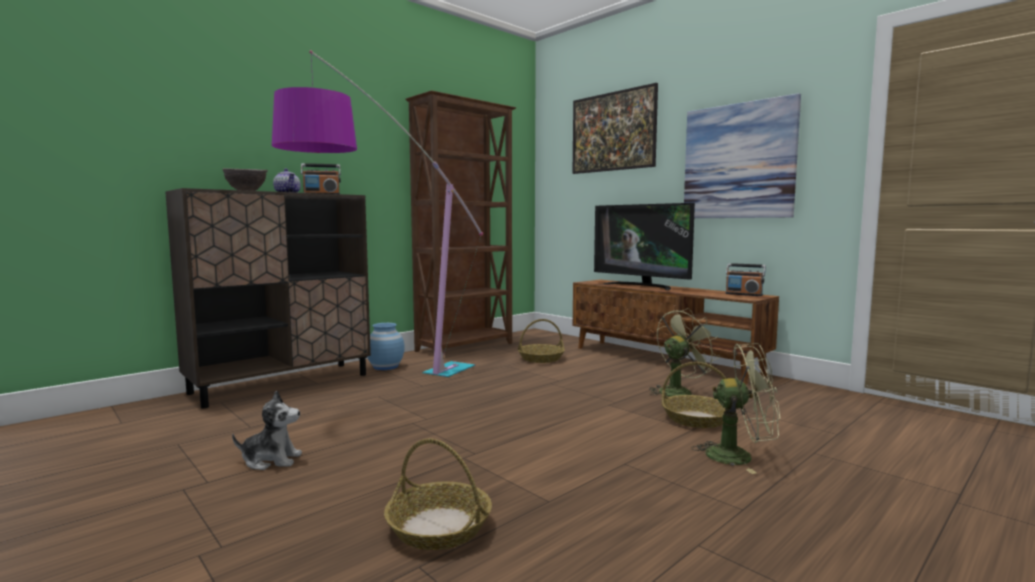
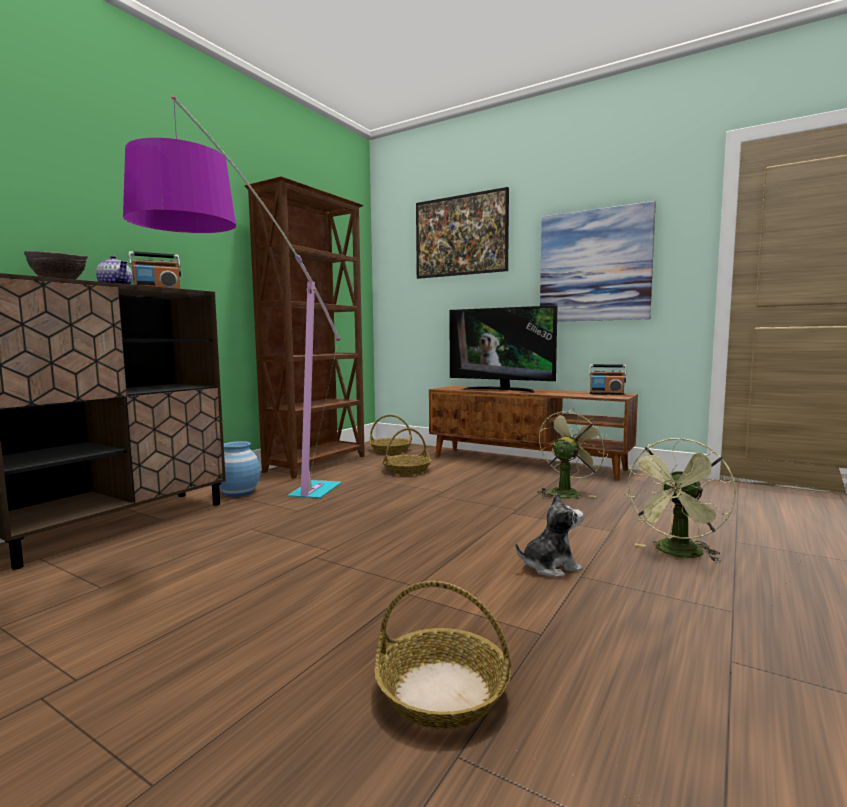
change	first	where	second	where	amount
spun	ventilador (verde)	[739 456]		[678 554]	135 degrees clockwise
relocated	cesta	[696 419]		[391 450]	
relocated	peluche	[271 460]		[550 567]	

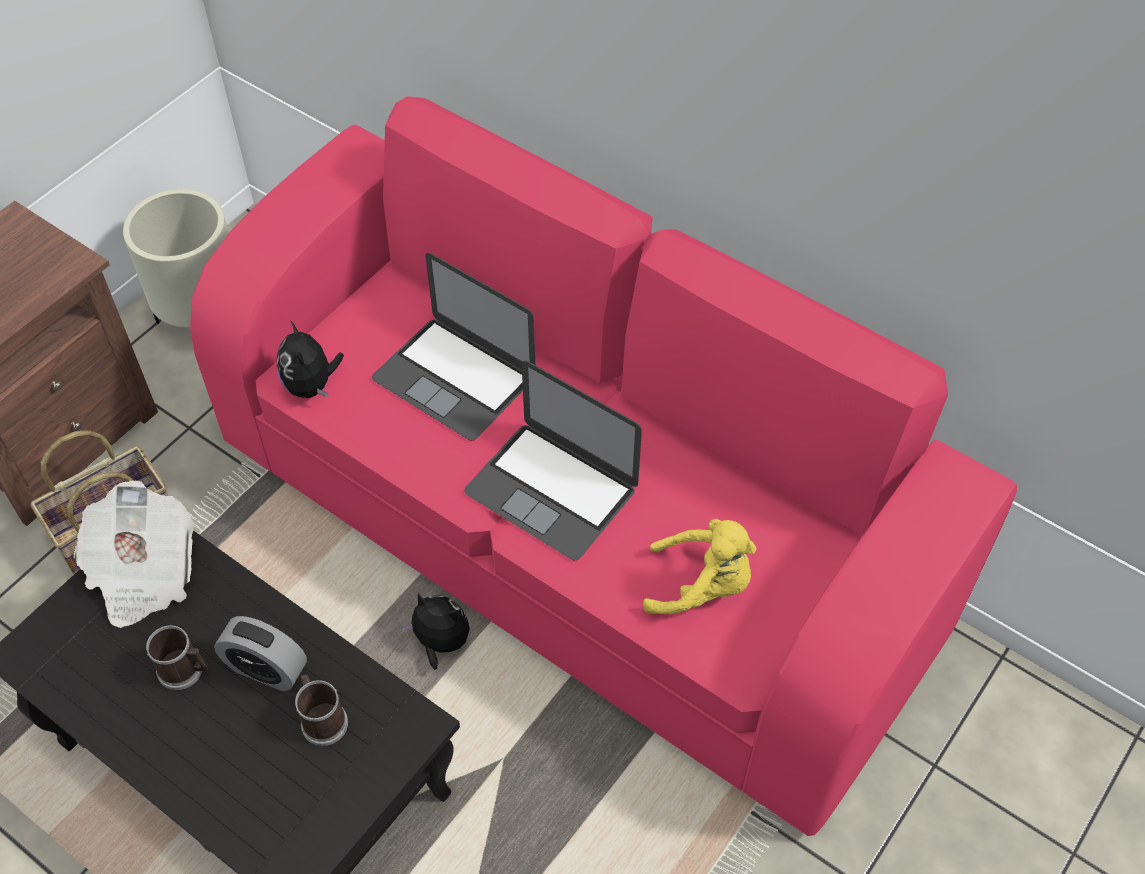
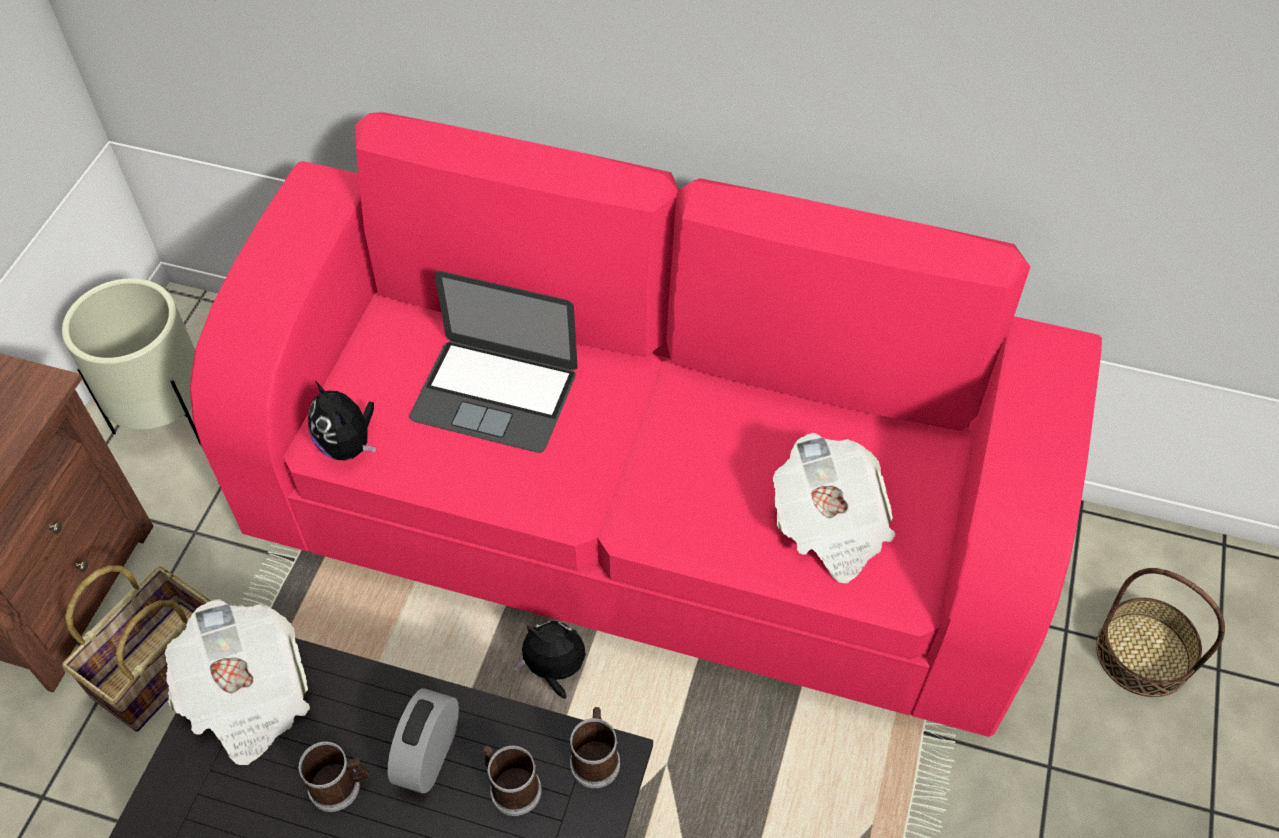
change	first	where	second	where	amount
missing	portátil	[551 490]			
exchanged	peluche (amarillo)	[702 586]	periódico	[830 526]	
spun	despertador	[266 669]		[429 754]	105 degrees clockwise
appeared			cesta	[1143 654]	
appeared			taza grande	[595 757]	

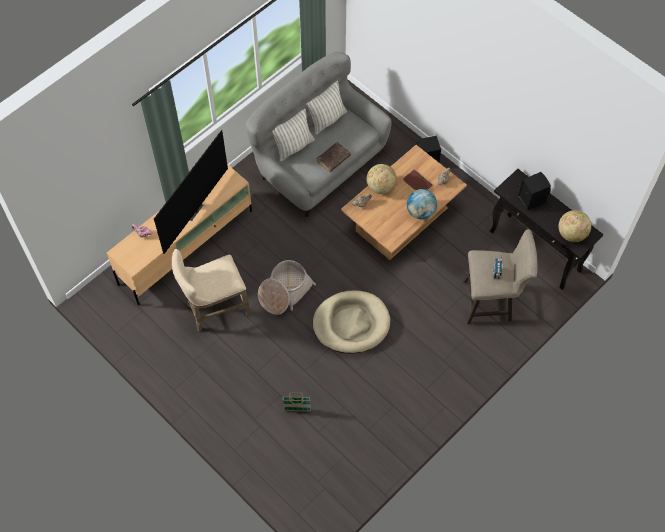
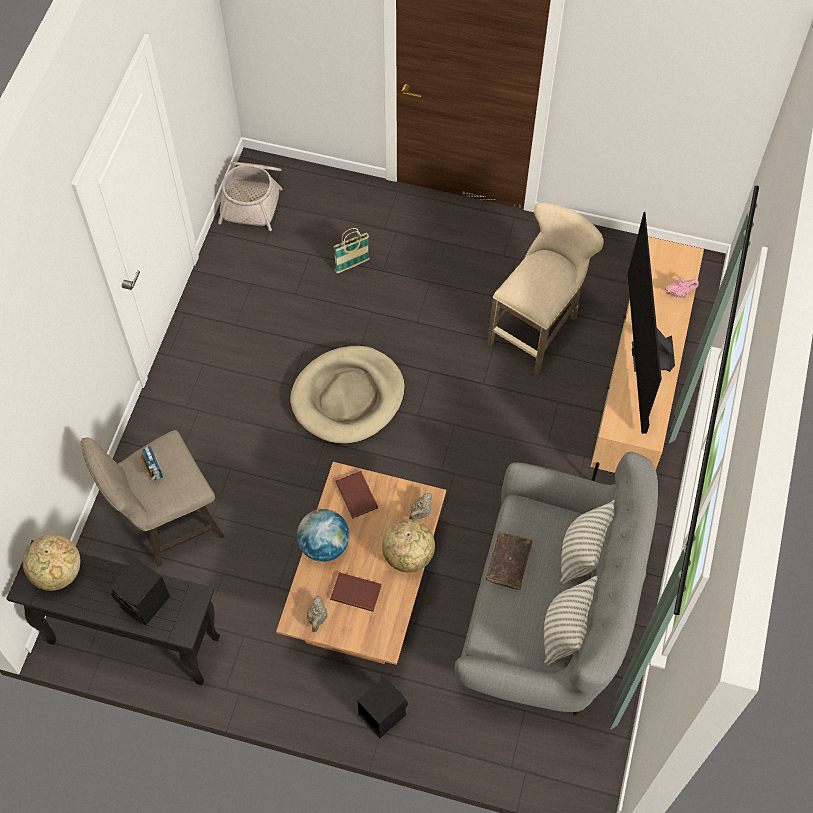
change	first	where	second	where	amount
relocated	cesta	[284 292]		[253 198]	
appeared			libro (marrón)	[355 496]	

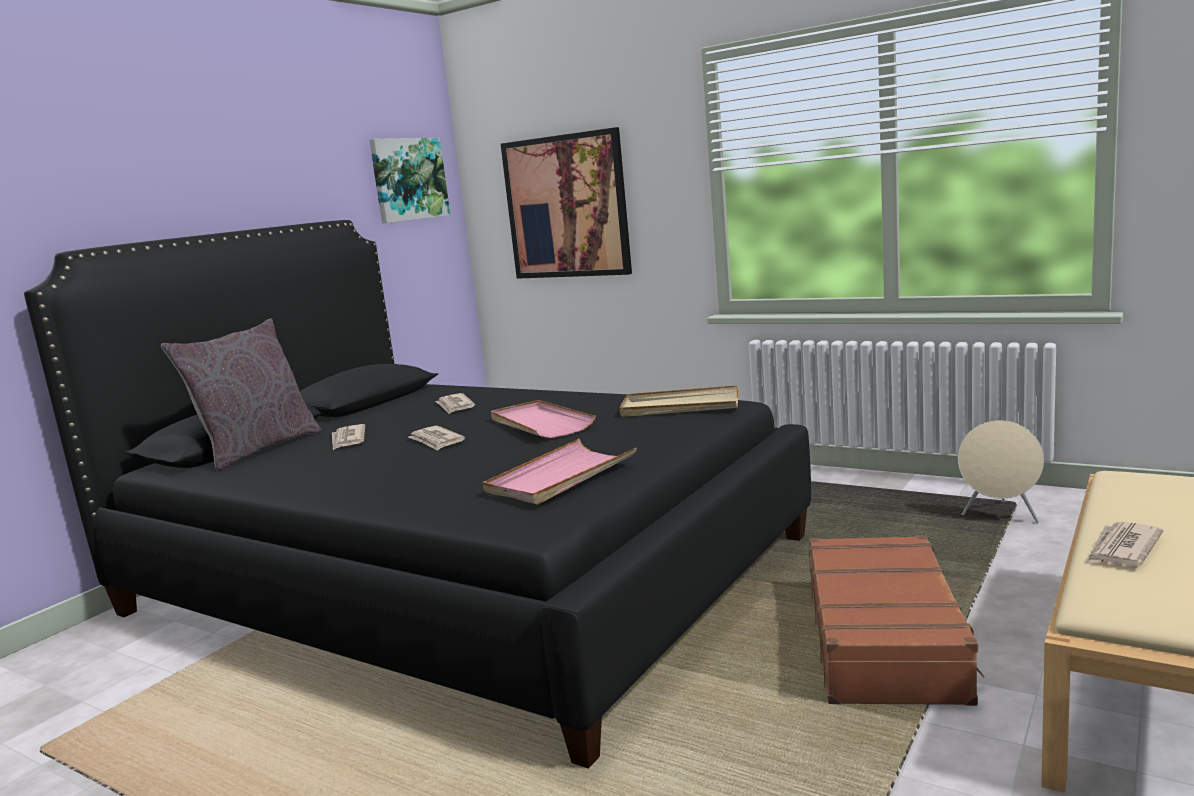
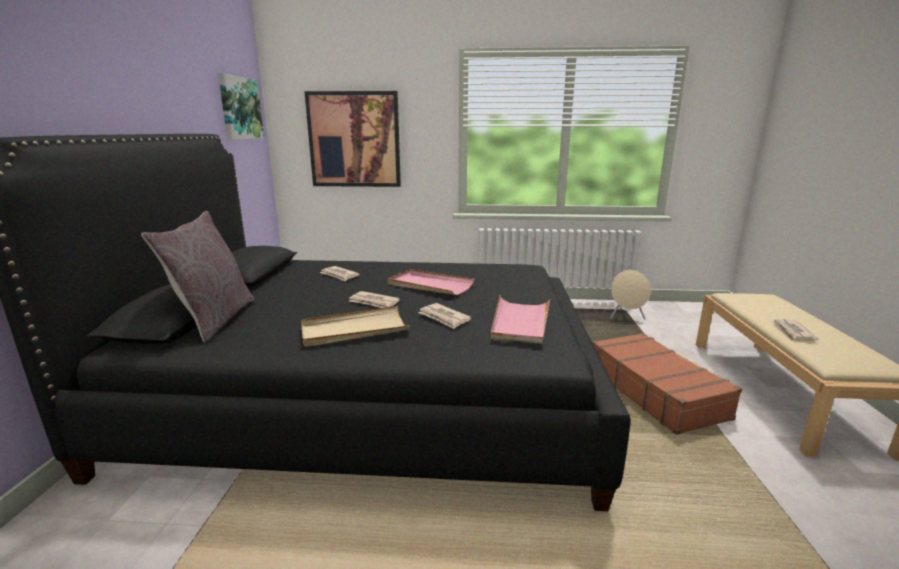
change	first	where	second	where	amount
relocated	bandeja (beis)	[680 406]		[354 330]	
relocated	periódico	[348 440]		[444 318]	

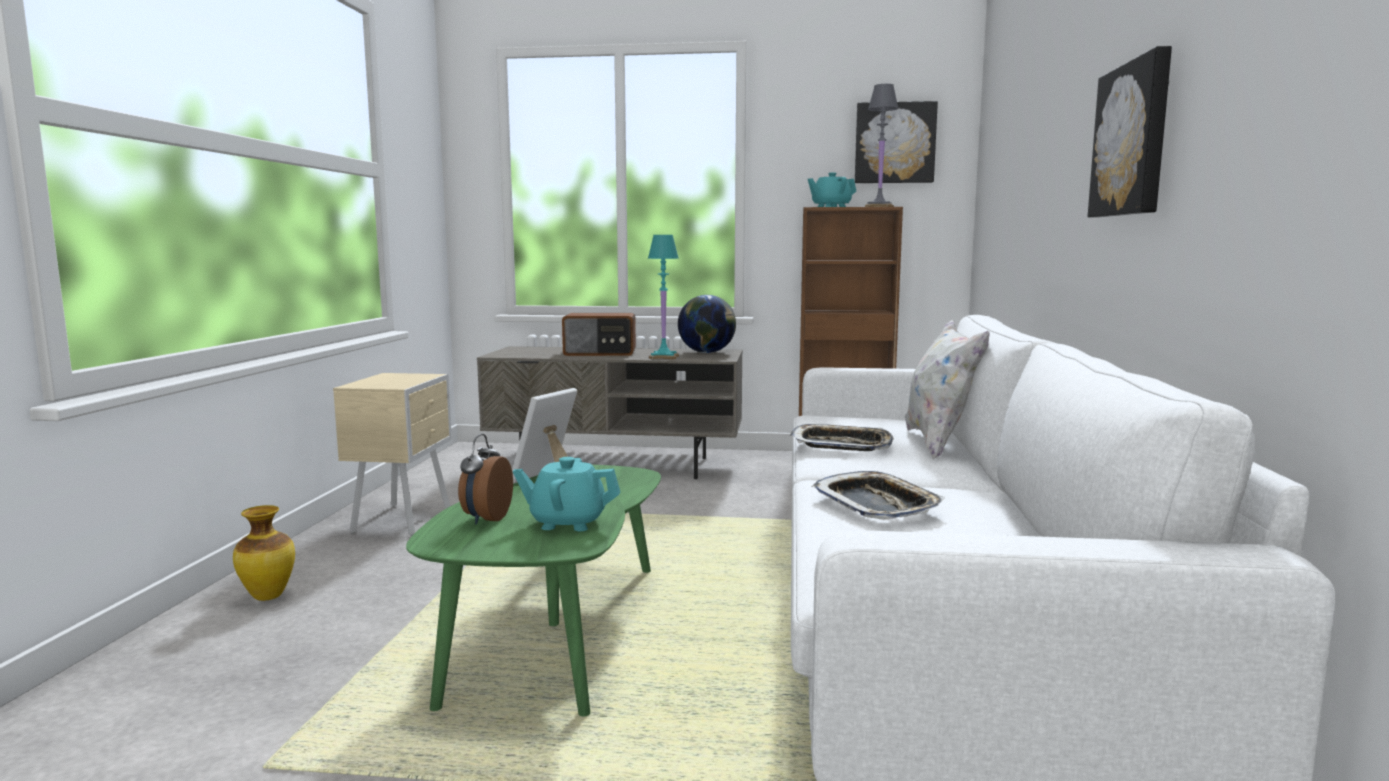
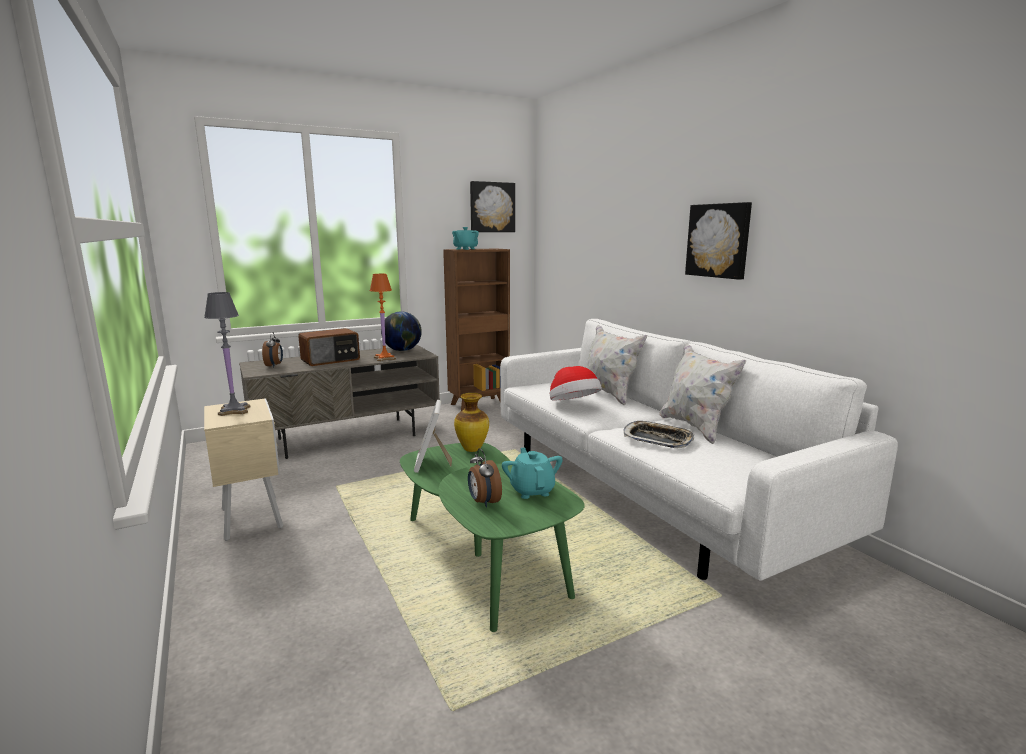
change	first	where	second	where	amount
relocated	lámpara de mesa (gris)	[879 207]		[234 411]	
colour	lámpara de mesa (turquesa)	[664 357]	lámpara de mesa (naranja)	[385 358]	
exchanged	bandeja	[841 445]	sombrero	[573 405]	
spun	tetera (turquesa)	[567 522]		[532 490]	105 degrees clockwise
relocated	florero	[269 596]		[472 449]	
appeared			despertador	[274 365]	
appeared			cojín (blanco)	[695 428]	

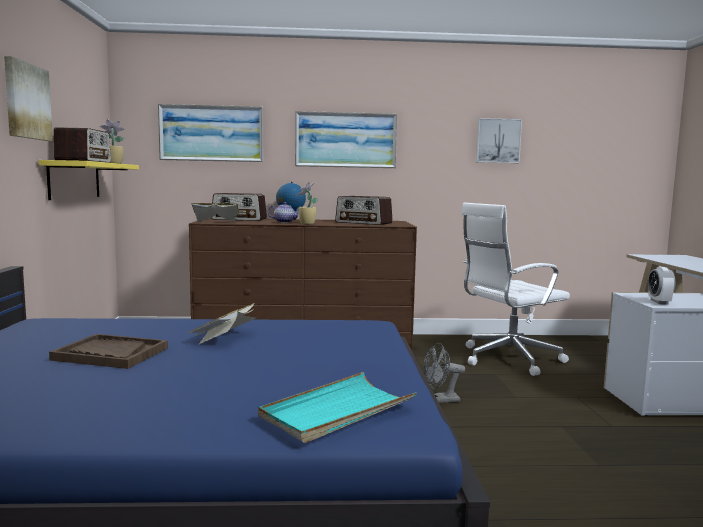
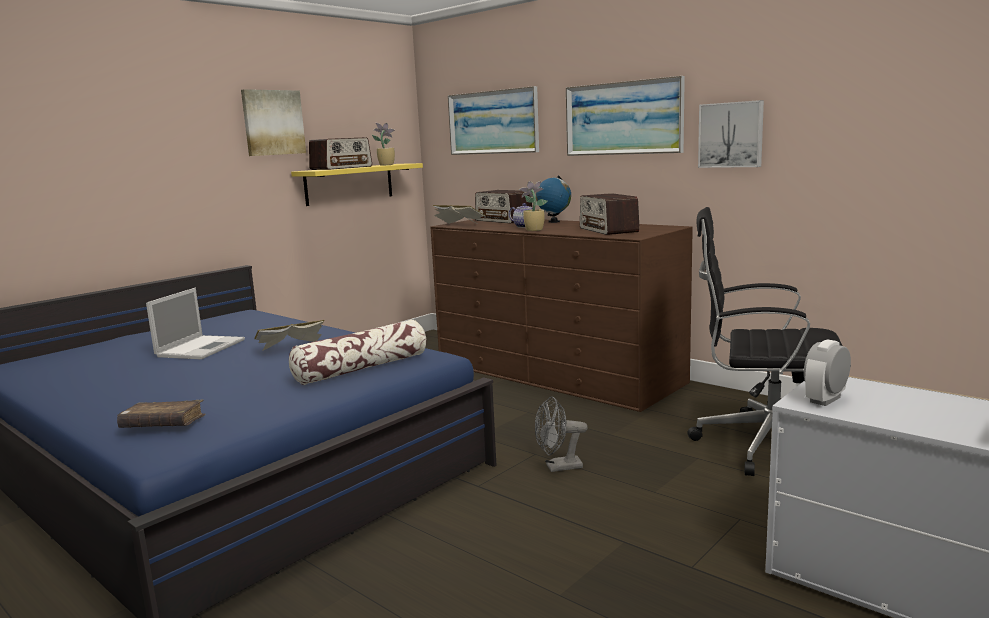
change	first	where	second	where	amount
relocated	cuadro	[498 141]		[731 135]	
colour	silla de oficina (blanco)	[507 359]	silla de oficina (negro)	[764 444]	
exchanged	bandeja (marrón)	[110 354]	portátil	[201 347]	
spun	ventilador (gris)	[440 400]		[558 467]	45 degrees counterclockwise
exchanged	bandeja (turquesa)	[337 411]	libro (marrón)	[163 424]	
appeared			cojín	[362 368]	

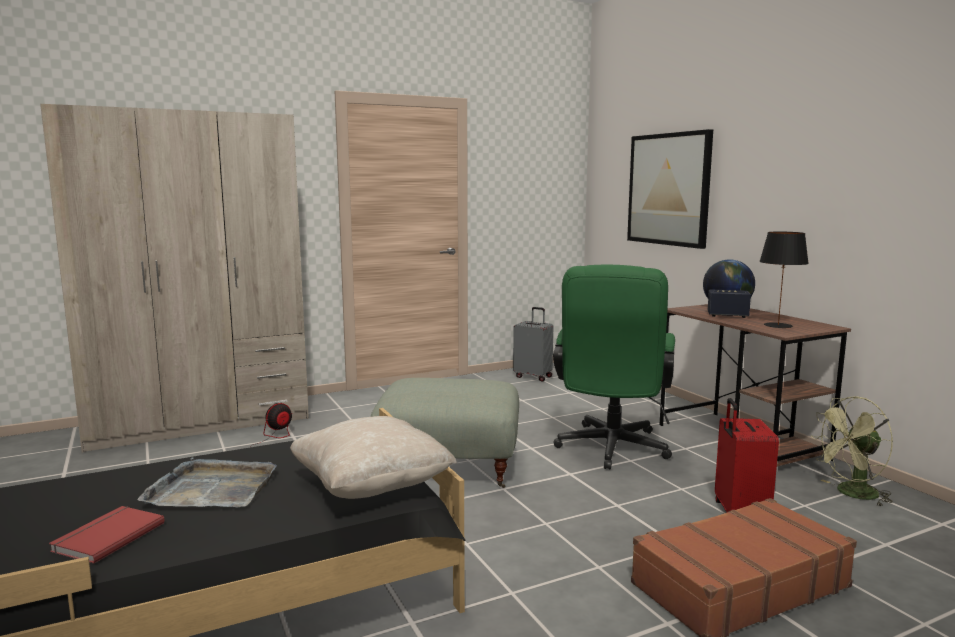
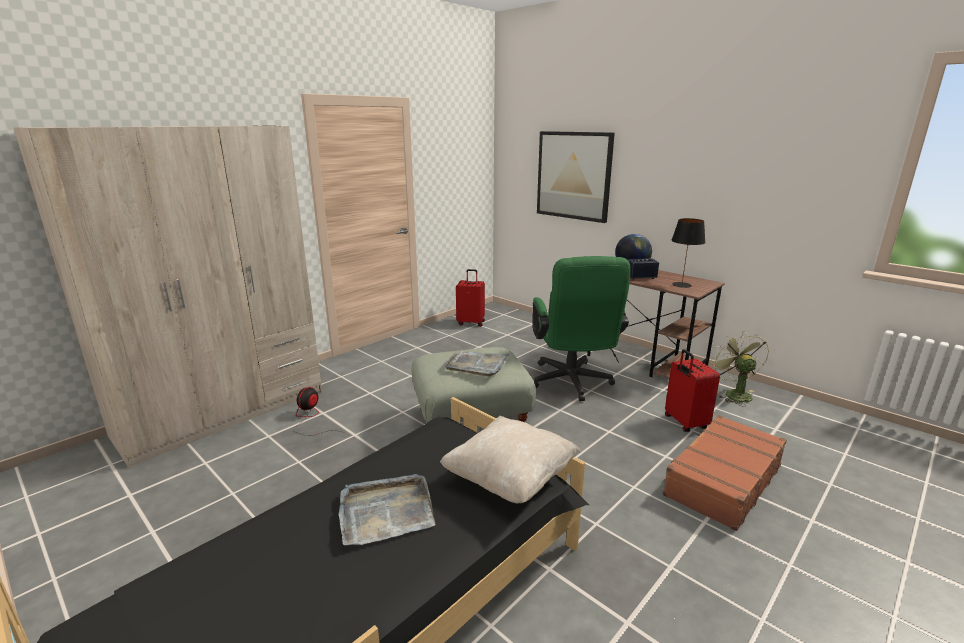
change	first	where	second	where	amount
colour	maleta (gris)	[533 376]	maleta (rojo)	[471 323]	
spun	ventilador (verde)	[851 494]		[734 393]	120 degrees clockwise
missing	libro (rojo)	[106 537]			
appeared			bandeja (gris)	[477 365]	

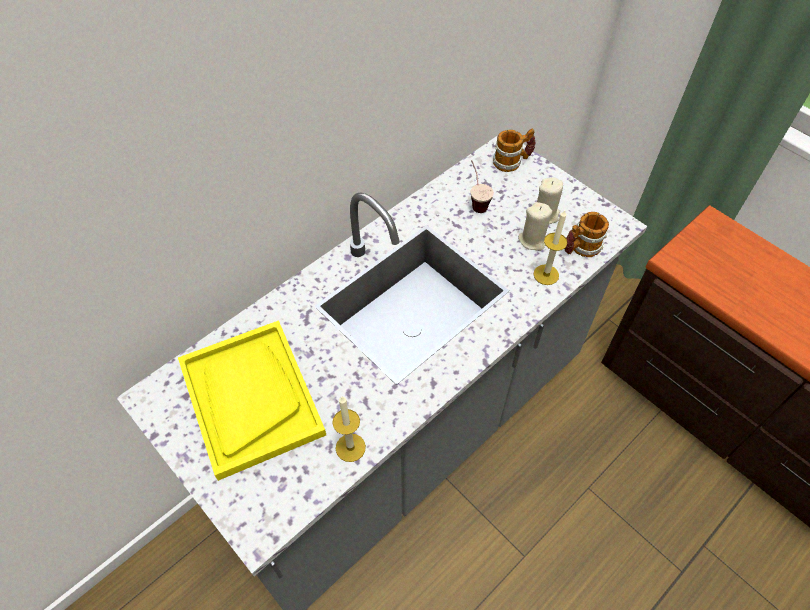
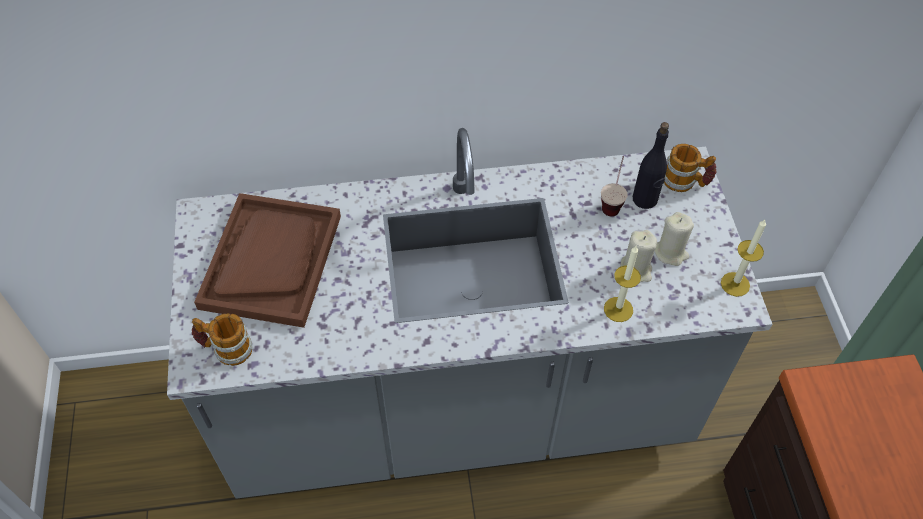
change	first	where	second	where	amount
relocated	taza grande	[580 248]		[226 349]	
colour	bandeja (amarillo)	[251 398]	bandeja (marrón)	[271 261]	
relocated	vela	[350 447]		[735 284]	
appeared			botella (negro)	[645 199]	

